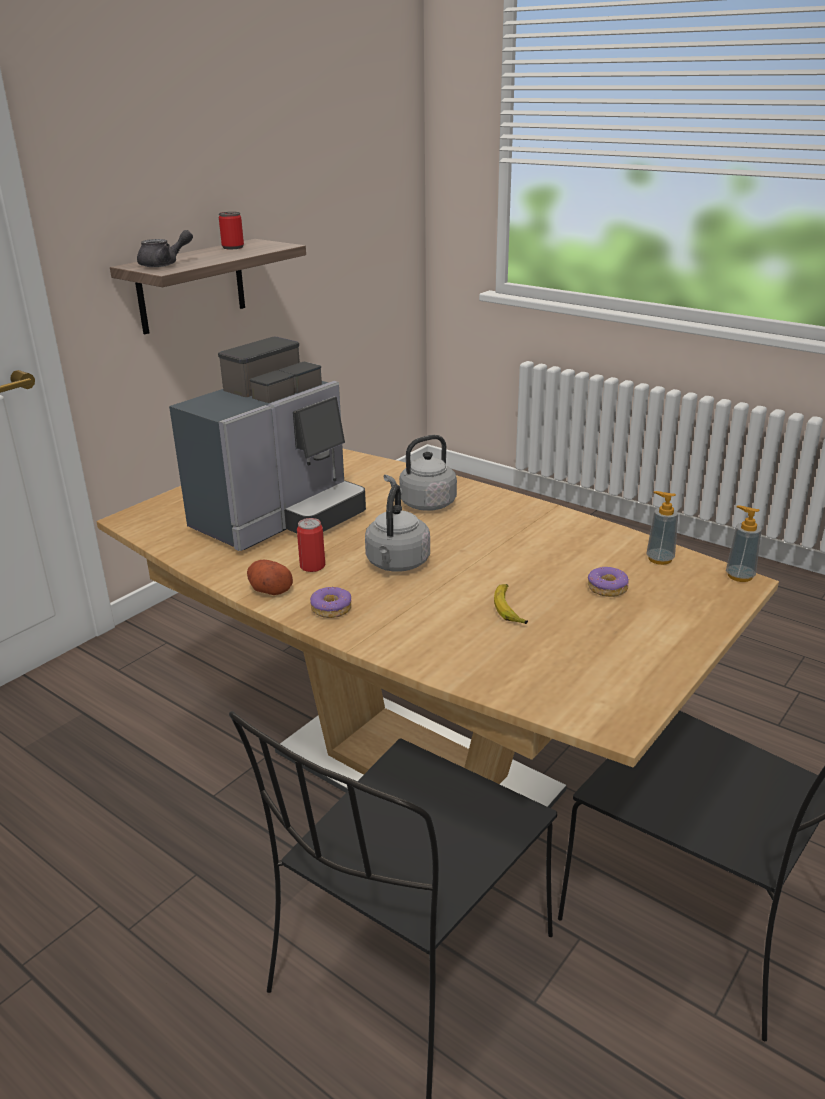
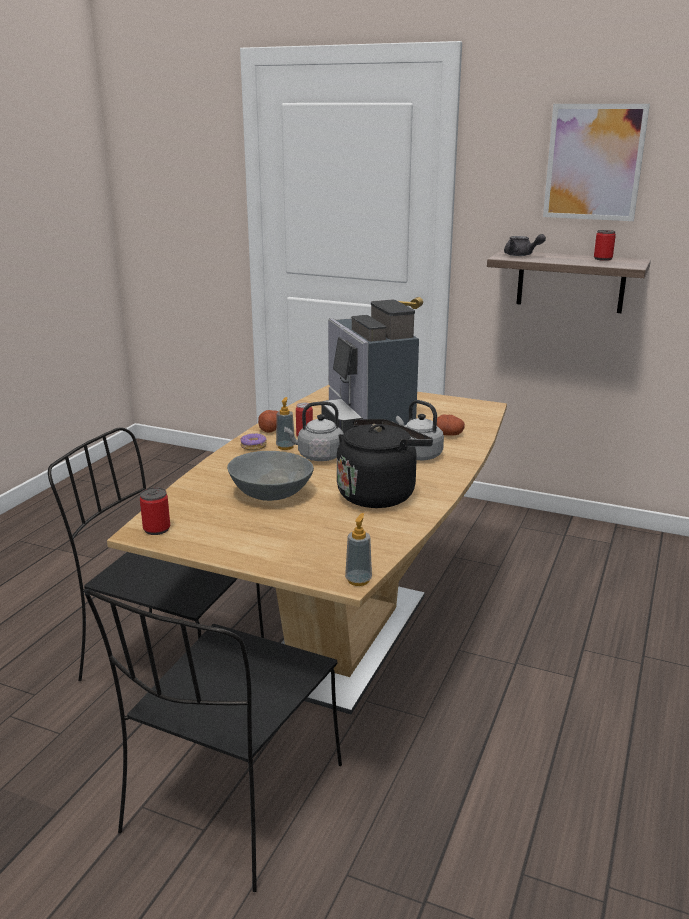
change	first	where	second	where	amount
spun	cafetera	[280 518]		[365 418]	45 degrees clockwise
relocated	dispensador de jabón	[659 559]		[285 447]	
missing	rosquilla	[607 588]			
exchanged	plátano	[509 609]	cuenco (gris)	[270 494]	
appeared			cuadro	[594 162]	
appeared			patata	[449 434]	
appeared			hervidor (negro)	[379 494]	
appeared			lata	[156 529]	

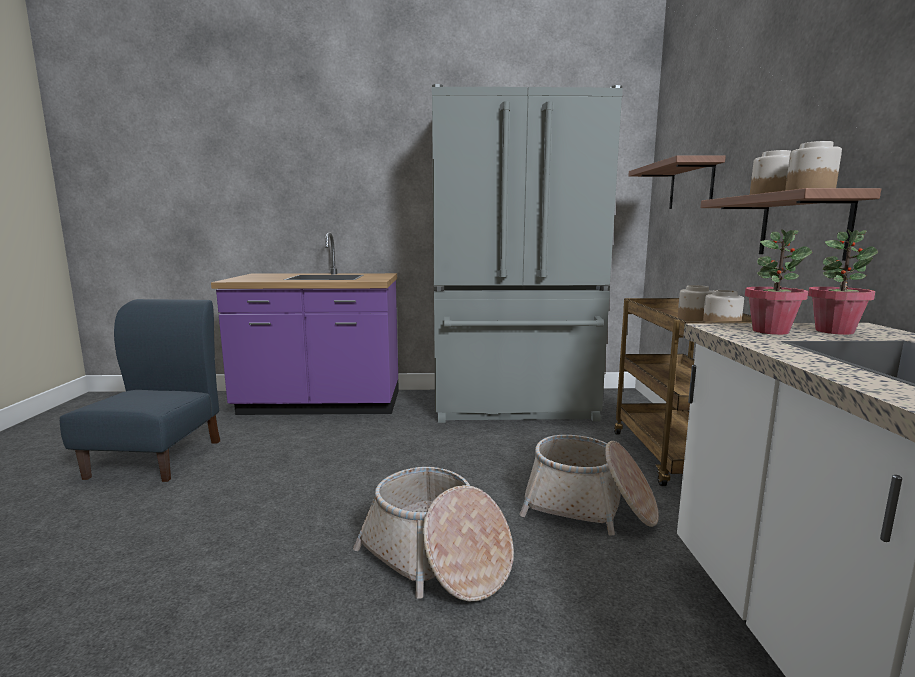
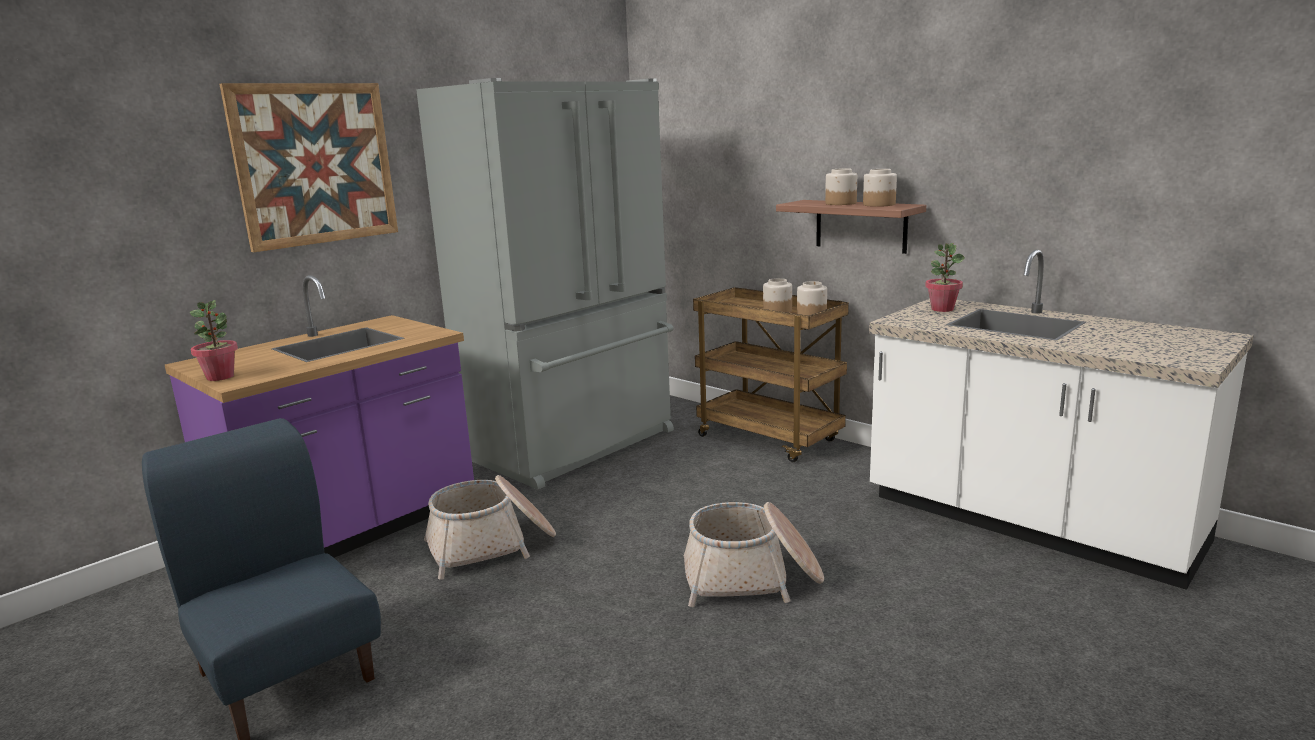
change	first	where	second	where	amount
missing	estante	[691 185]			
relocated	planta en maceta	[770 331]		[220 377]	
relocated	cesta	[589 507]		[492 545]	
appeared			cuadro	[315 164]	

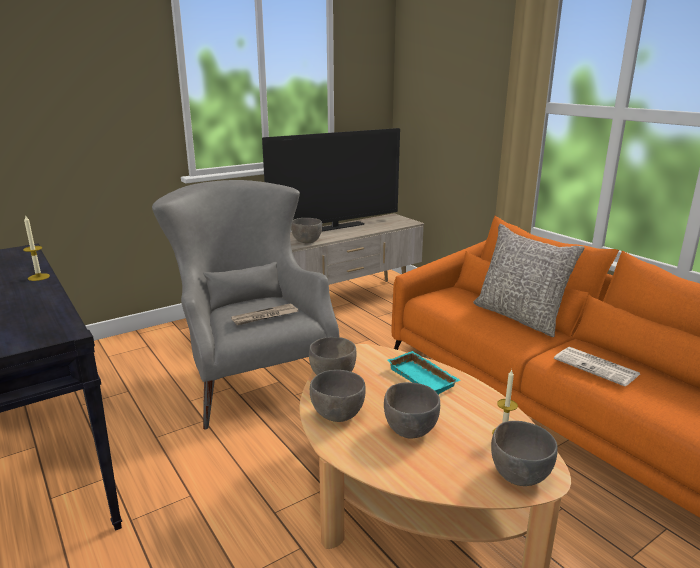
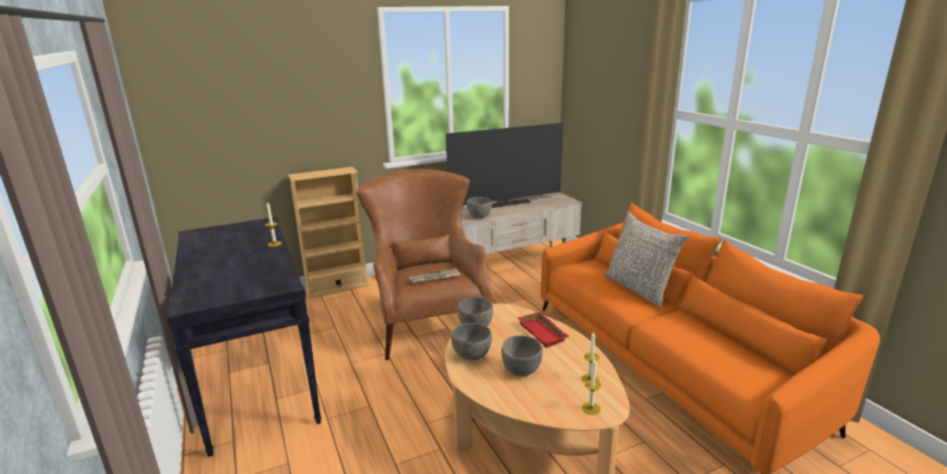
change	first	where	second	where	amount
colour	sillón (gris)	[252 373]	sillón (marrón)	[428 320]	
missing	periódico	[597 367]			
colour	bandeja (turquesa)	[424 377]	bandeja (rojo)	[544 333]	
exchanged	cuenco (gris)	[519 475]	vela	[591 408]	
appeared			estantería (beis)	[337 287]	

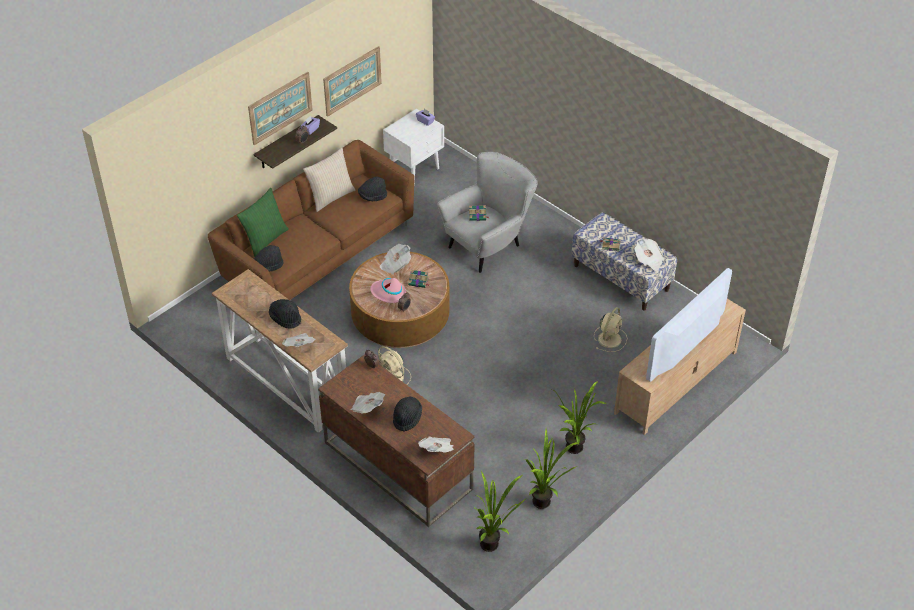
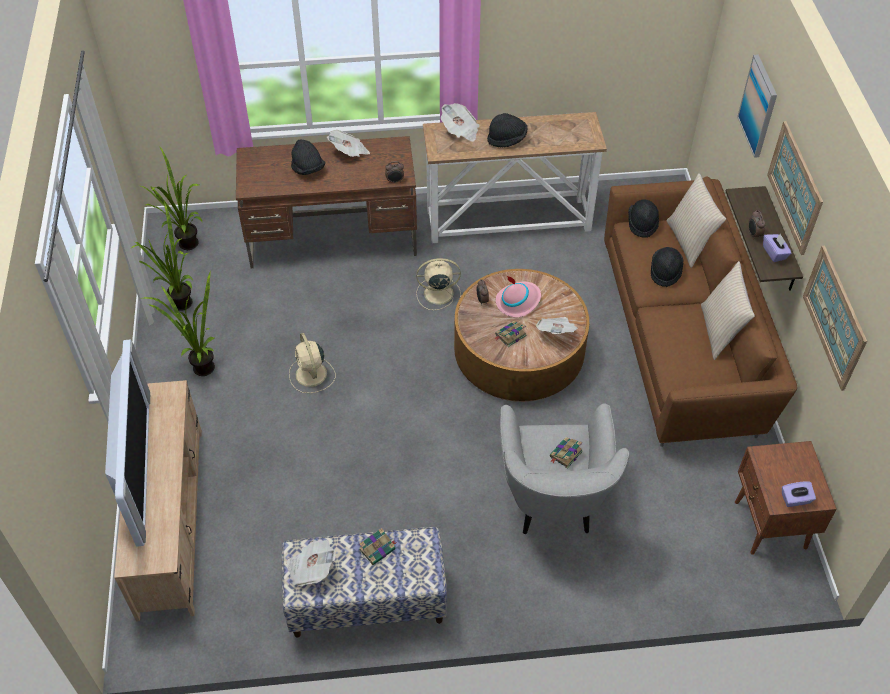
change	first	where	second	where	amount
colour	mesita de noche (blanco)	[415 169]	mesita de noche (marrón)	[770 525]	
relocated	sombrero (negro)	[372 196]		[665 272]	
colour	cojín (verde)	[265 239]	cojín (beis)	[689 242]	
relocated	ventilador (beis)	[610 338]		[311 375]	
missing	periódico	[437 450]			
appeared			cuadro	[758 106]	

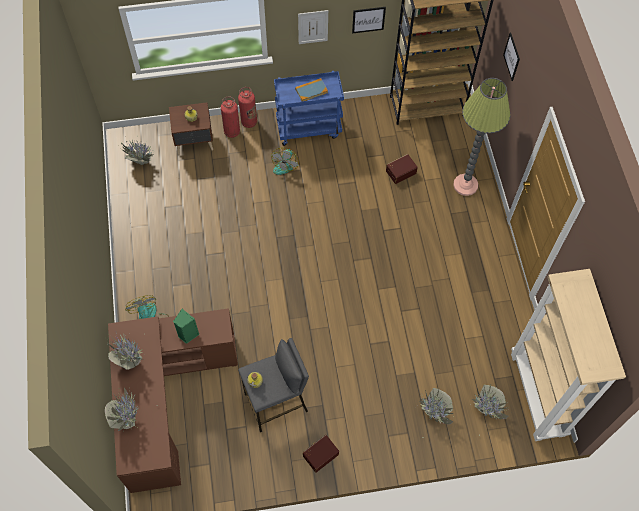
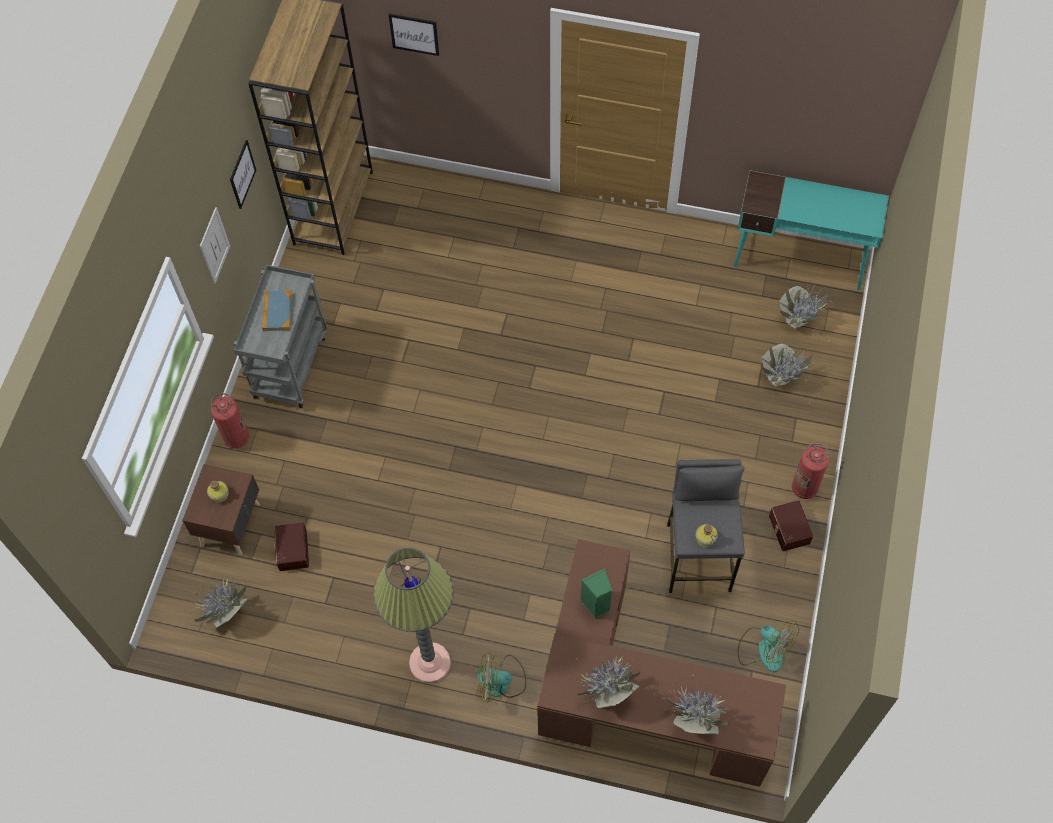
change	first	where	second	where	amount
colour	carrito (azul)	[309 128]	carrito (gris)	[290 363]	
relocated	lámpara de pie	[465 185]		[430 663]	
relocated	extintor	[232 132]		[804 488]	
relocated	ventilador	[285 164]		[764 648]	
relocated	caja de almacenaje (marrón)	[400 171]		[291 550]	
exchanged	estantería (beis)	[538 395]	escritorio (turquesa)	[800 259]	

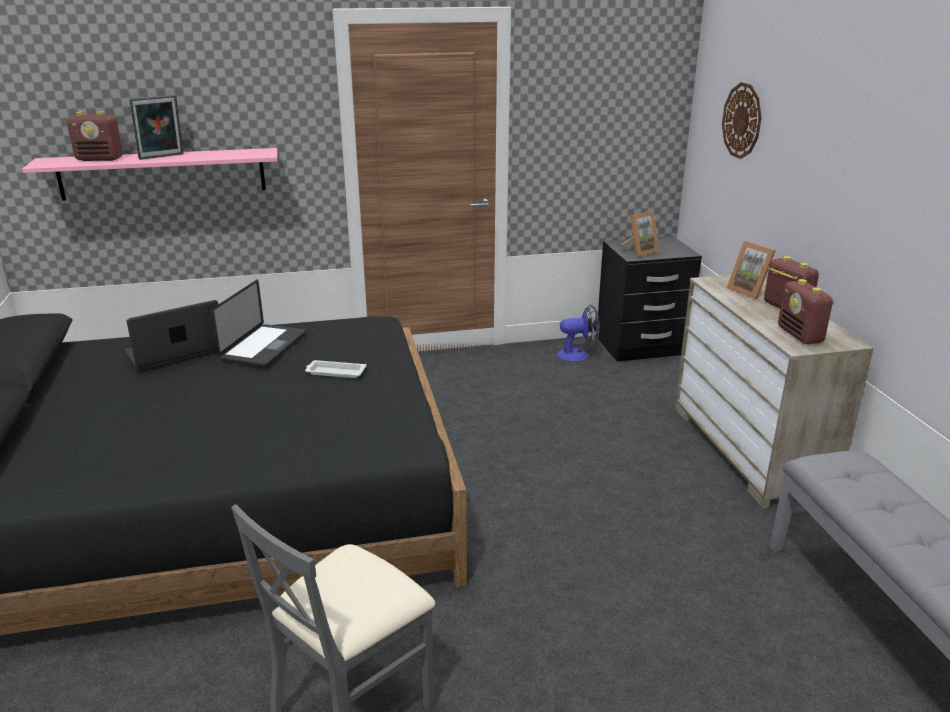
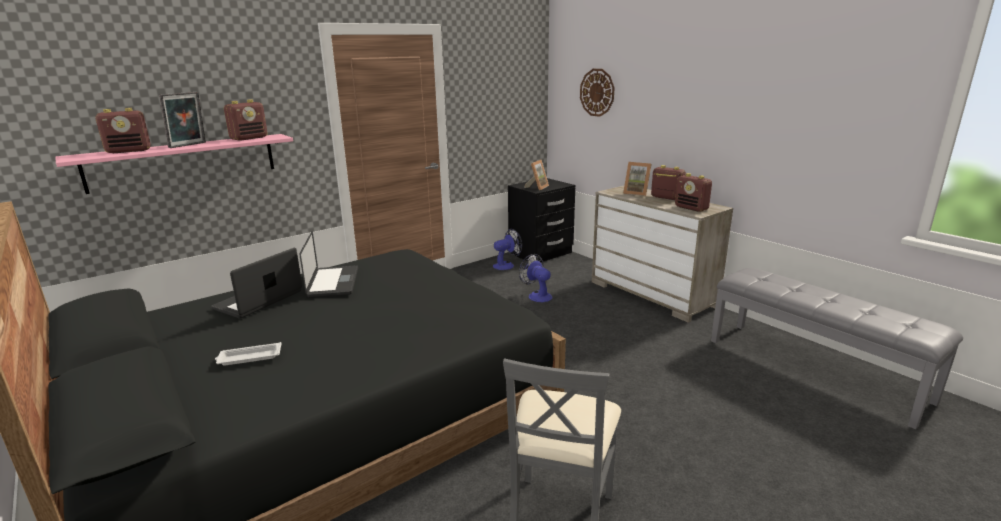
change	first	where	second	where	amount
relocated	bandeja (blanco)	[335 372]		[249 358]	
appeared			radio	[249 138]	
appeared			ventilador	[537 295]	

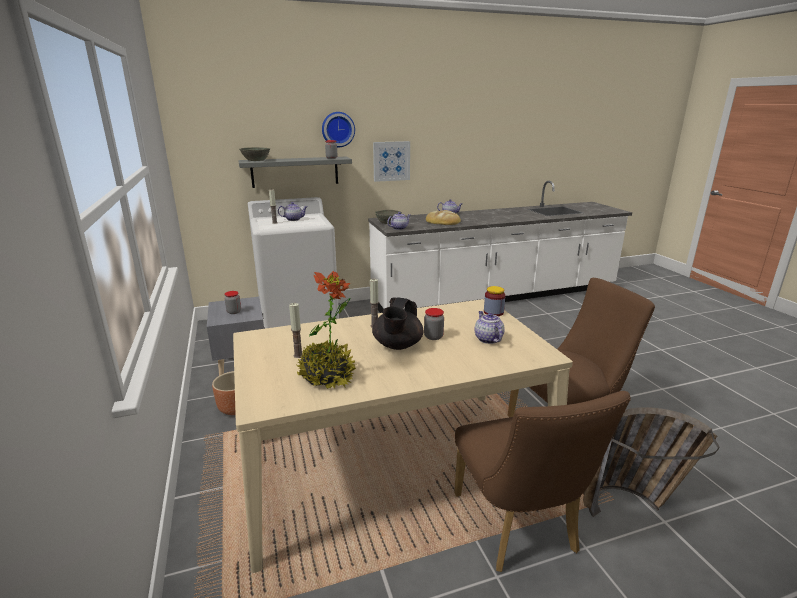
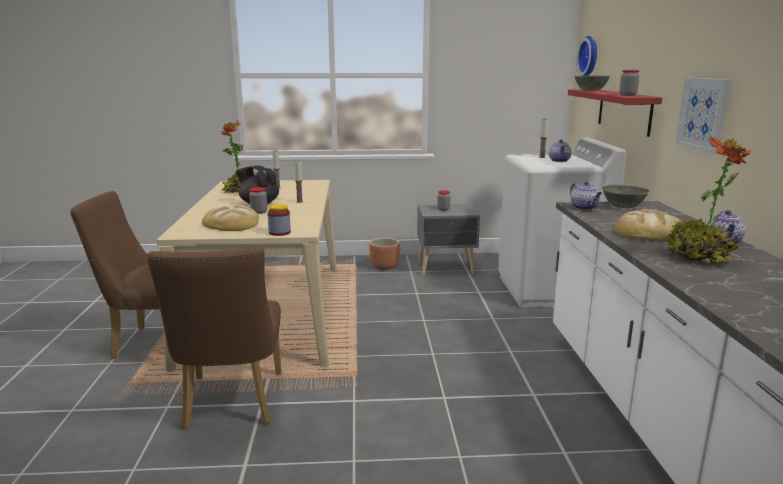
change	first	where	second	where	amount
relocated	reloj de pared	[338 129]		[590 56]	
colour	estante (gris)	[295 172]	estante (rojo)	[624 111]	
exchanged	tetera	[487 339]	pan	[232 224]	
missing	cesta	[633 503]			
appeared			planta en maceta	[697 256]	

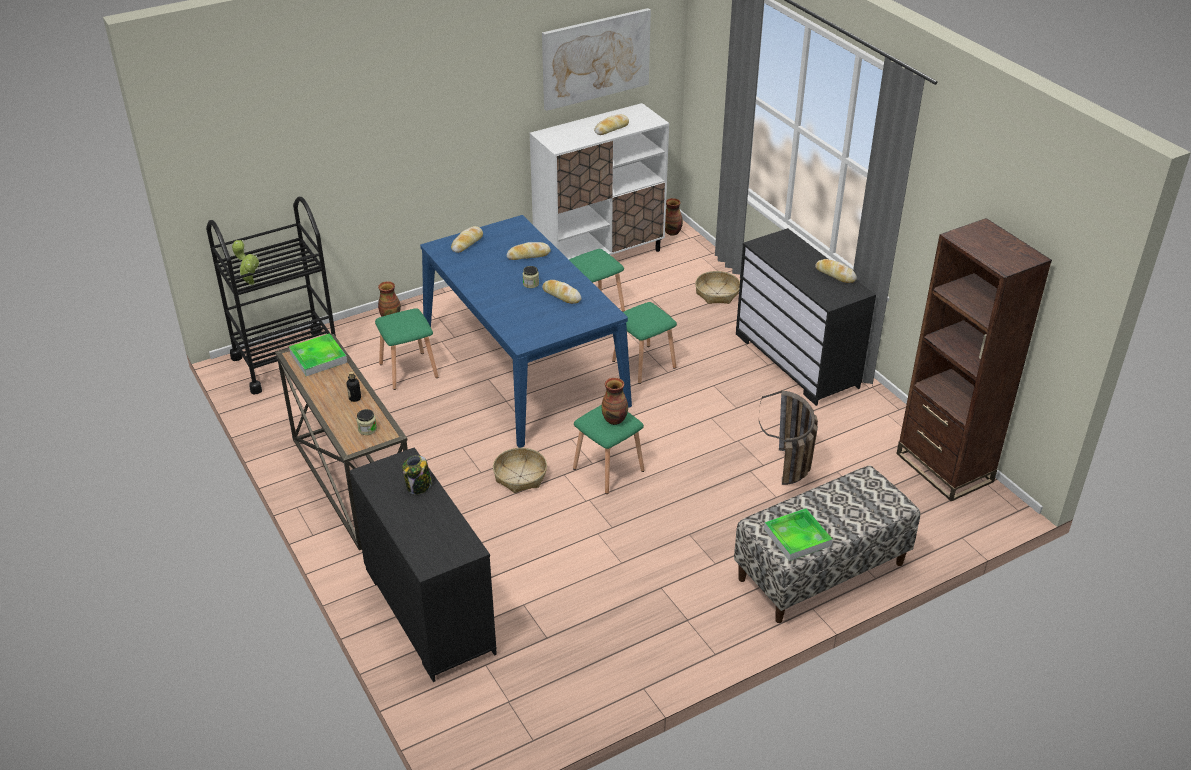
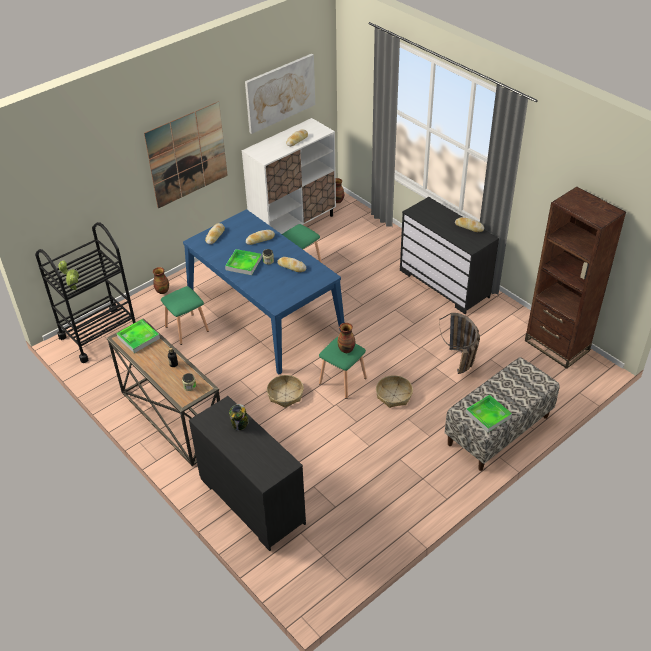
change	first	where	second	where	amount
relocated	cesta	[717 293]		[394 395]	
missing	taburete (verde)	[645 364]			
appeared			cuadro	[187 155]	
appeared			bandeja	[243 264]	

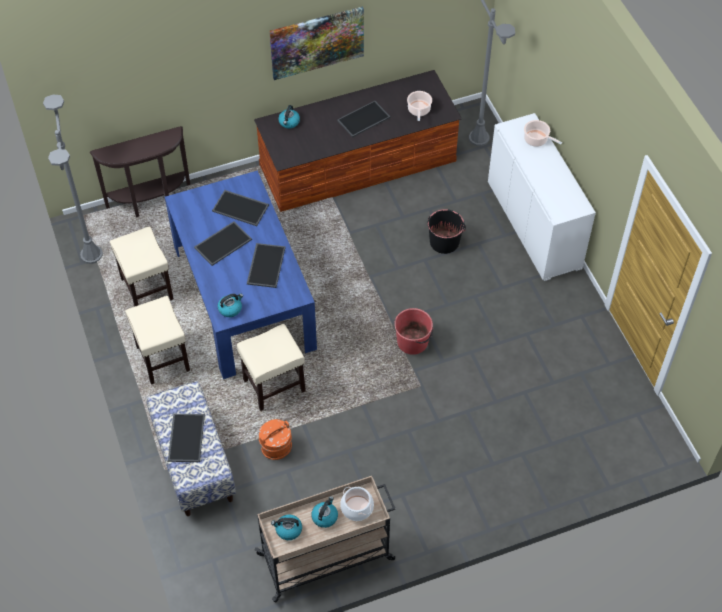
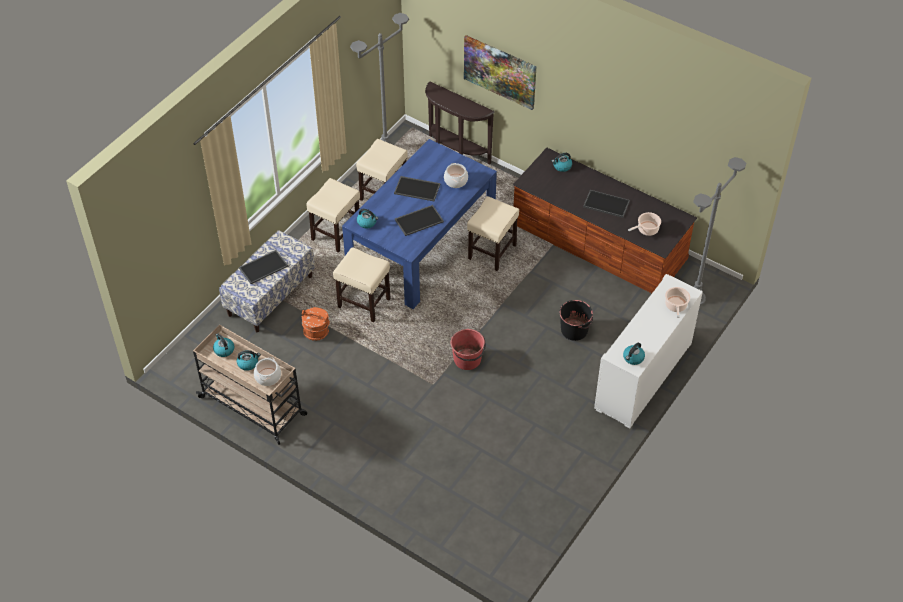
change	first	where	second	where	amount
relocated	cuadro	[317 42]		[500 71]	
exchanged	bandeja	[241 208]	olla	[456 181]	
appeared			taburete (beis)	[492 252]	
appeared			hervidor	[633 358]	

